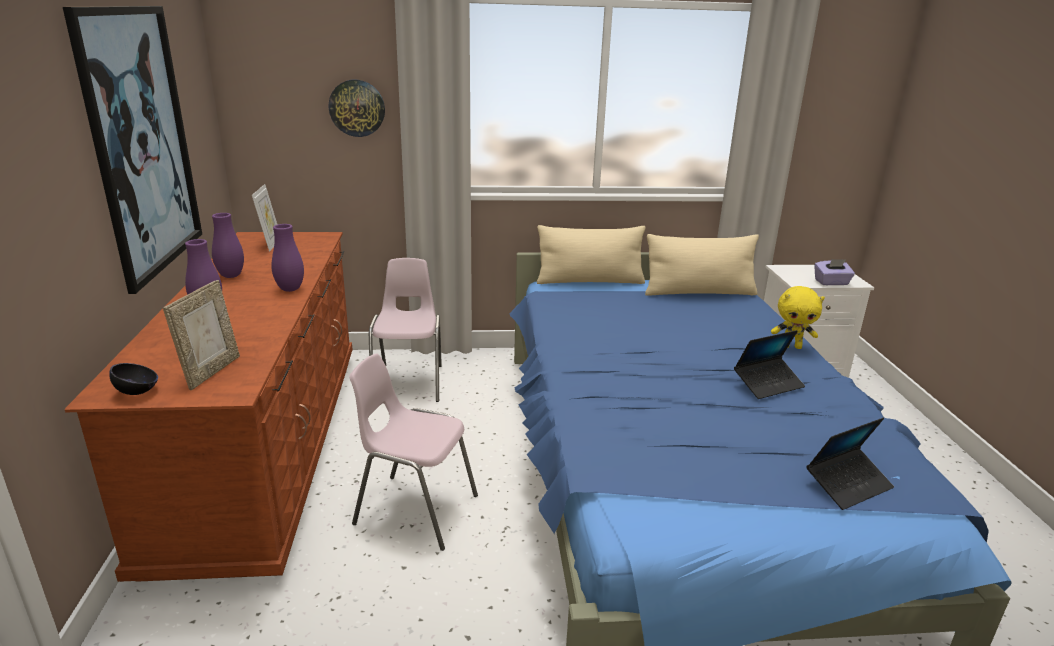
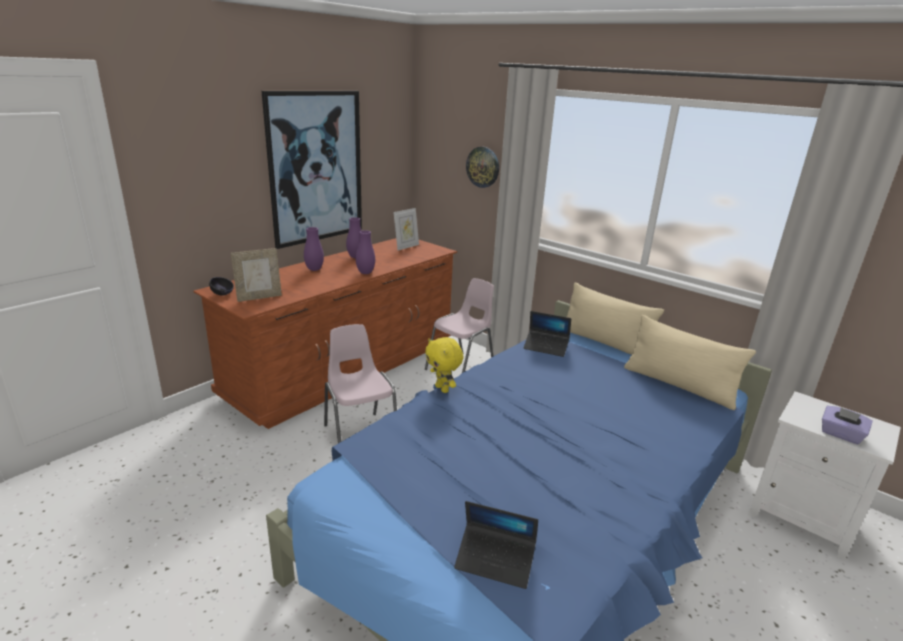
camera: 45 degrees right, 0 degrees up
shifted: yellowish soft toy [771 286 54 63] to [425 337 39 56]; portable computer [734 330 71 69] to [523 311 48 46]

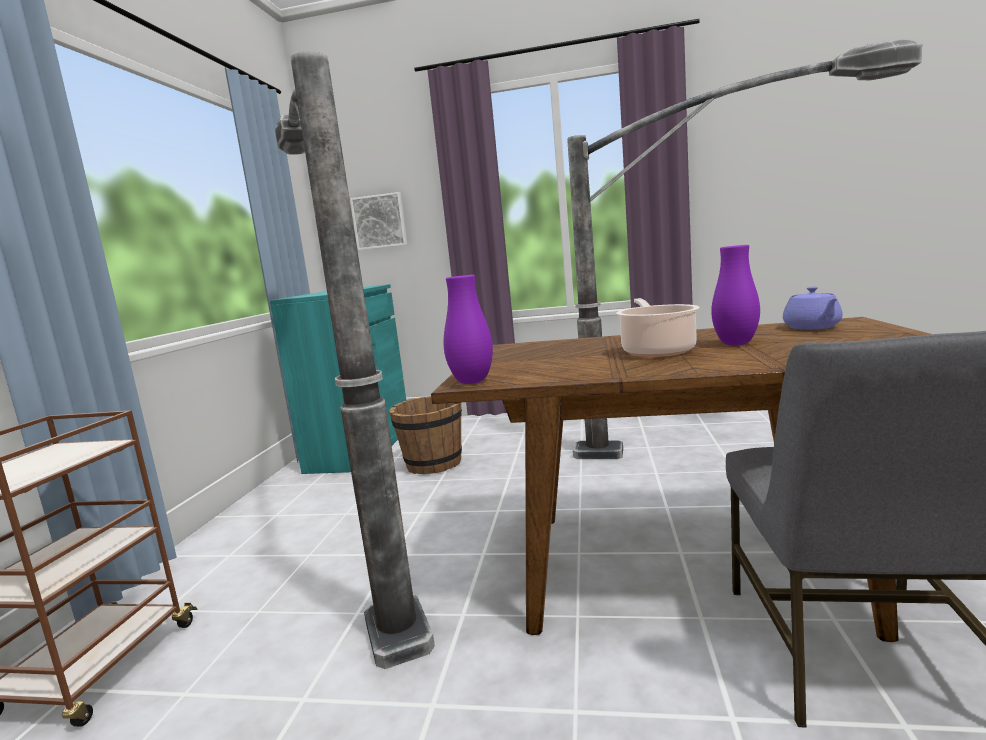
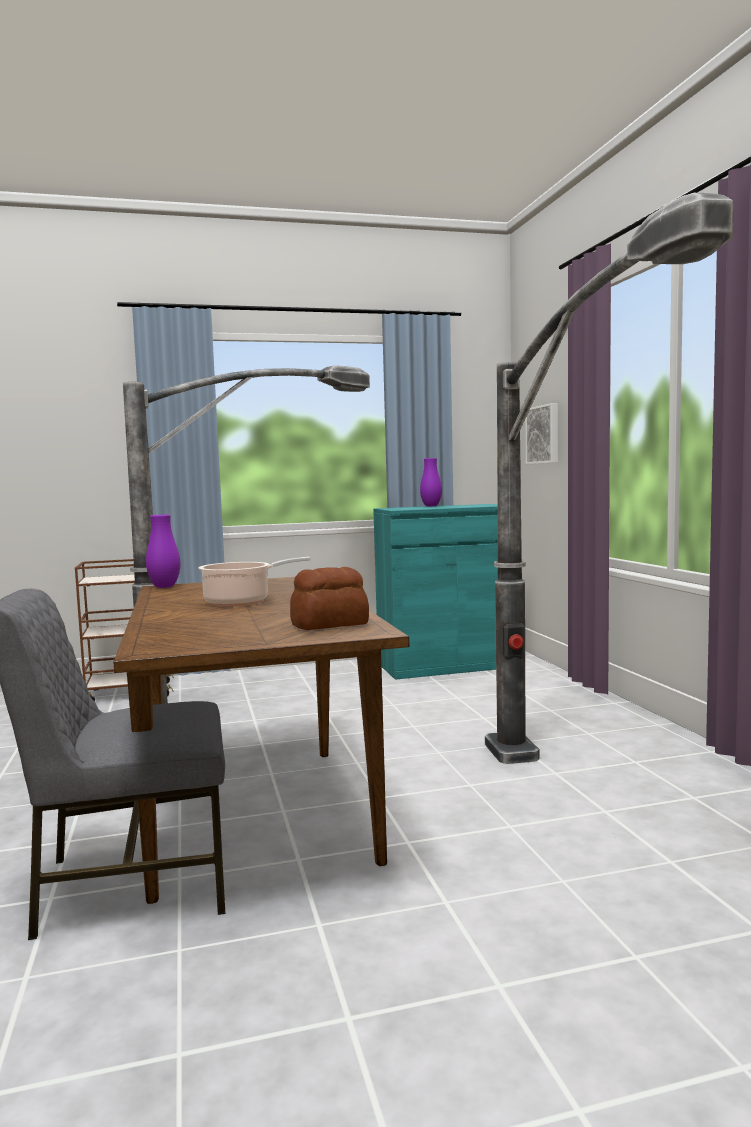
camera: 65 degrees right, 5 degrees down
gone: brown bucket [389 396 73 78]
shifted: purple-coloured decorative vase [711 245 49 100] to [420 458 22 48]
swapped: purple-coloured tea pot [783 287 60 43] to bakery bread [290 567 79 63]

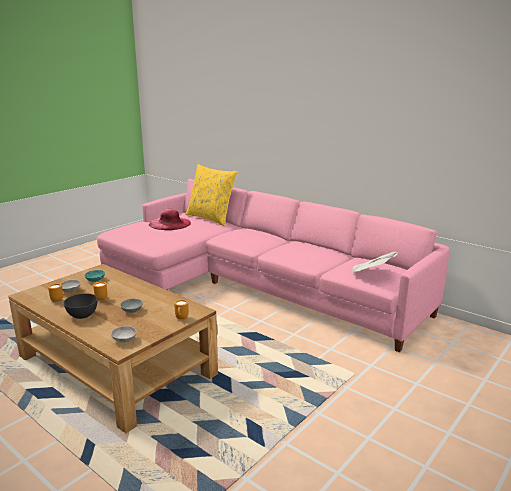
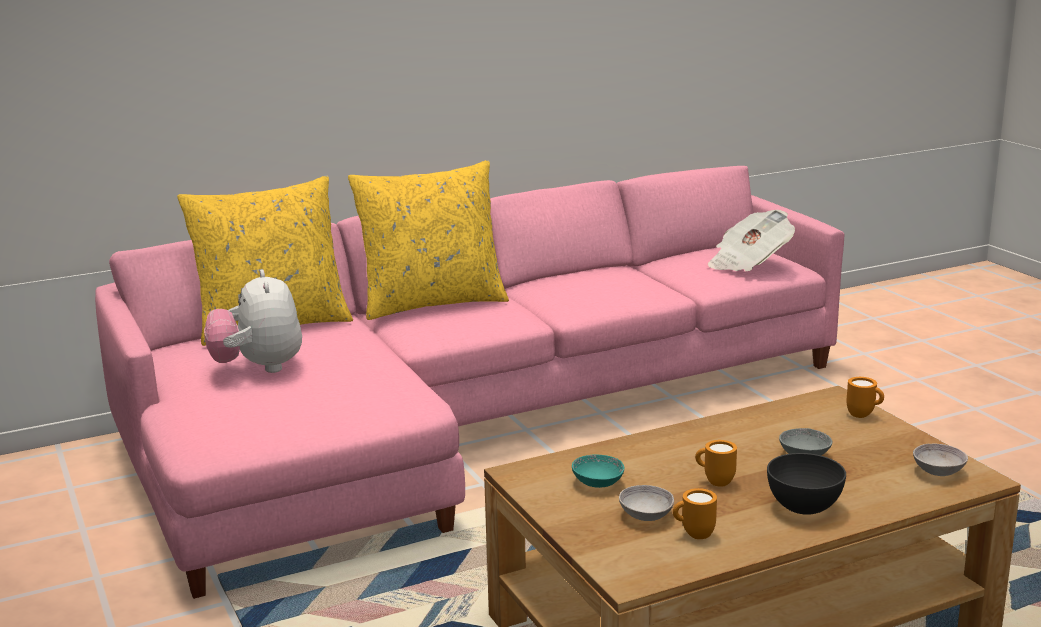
camera: 65 degrees left, 0 degrees up
new: yellowish cushion [348 160 161 160]
swapped: pink-coloured wearable hat [149 209 42 21] to soft toy [204 269 98 104]

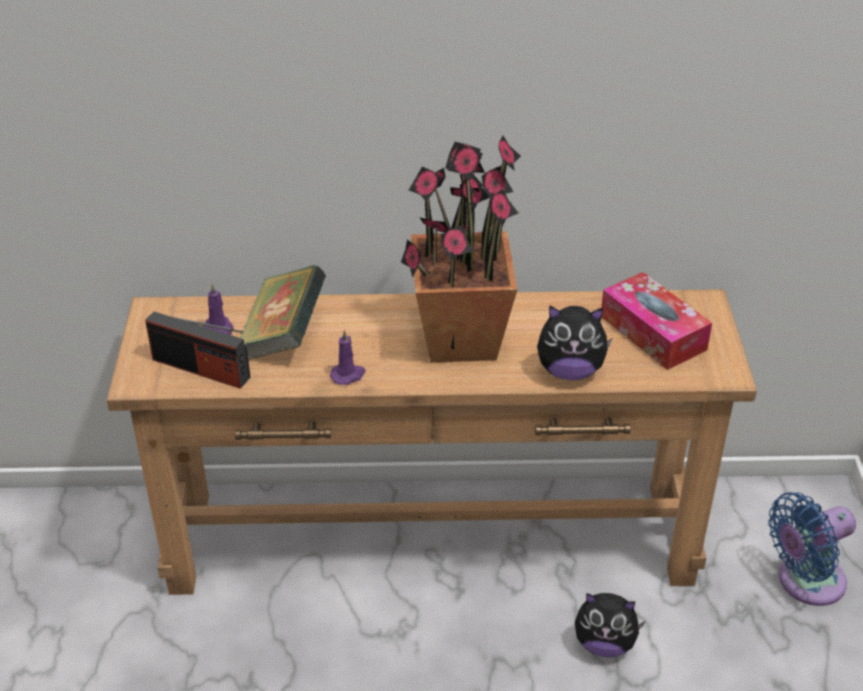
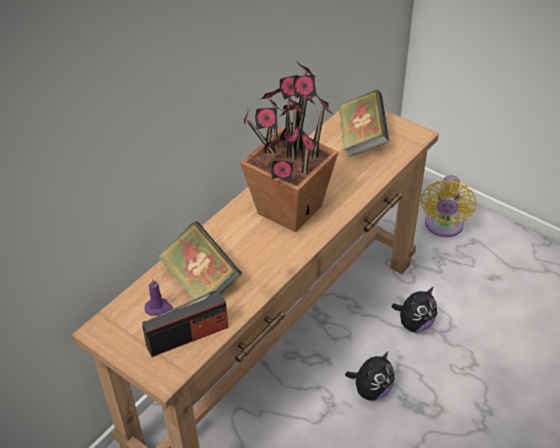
camera: 50 degrees left, 5 degrees up
gone: purple-coloured wax candle [330 329 36 56]
shifted: soft toy [537 305 75 75] to [345 351 49 50]
swapped: tissue box [601 272 111 98] to volume [339 90 50 67]
repainted: bluish electric fan [768 492 88 114] to yellowish electric fan [421 175 55 62]

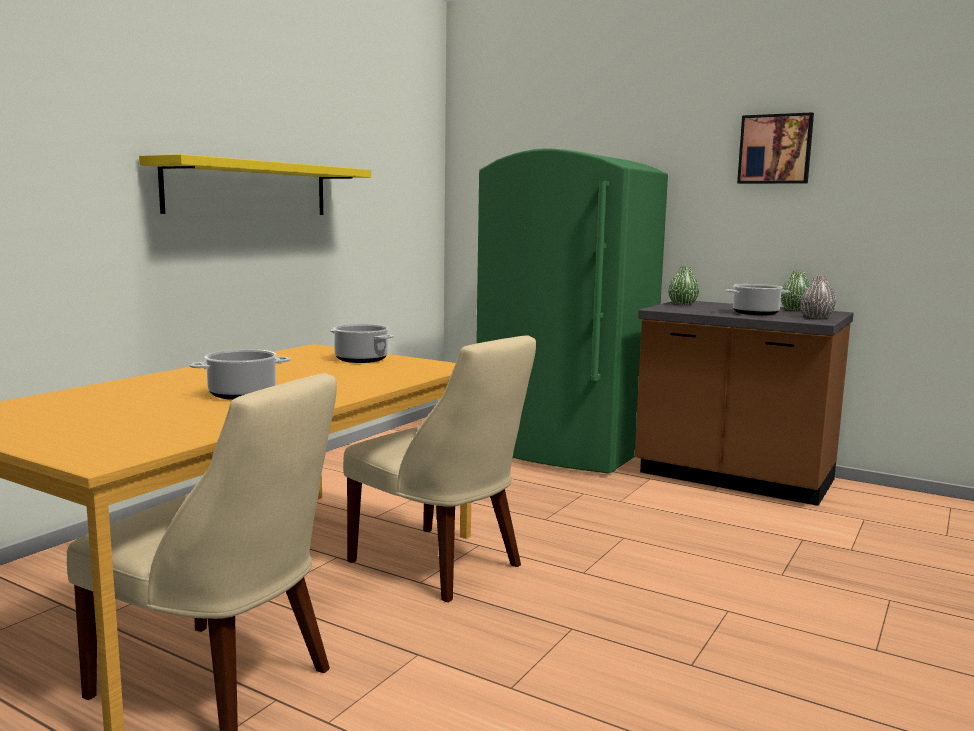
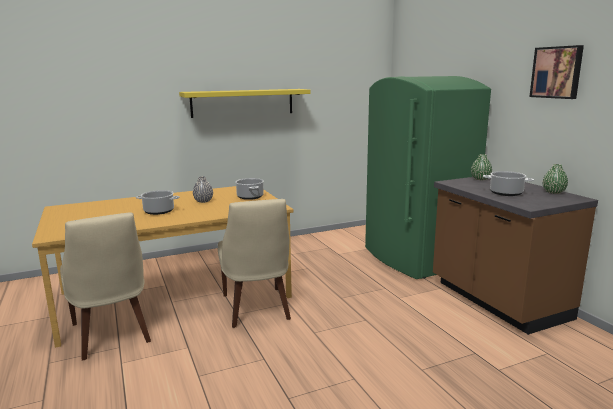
camera: 35 degrees right, 5 degrees up
shifted: grey decorative vase [800 275 36 44] to [193 176 20 27]

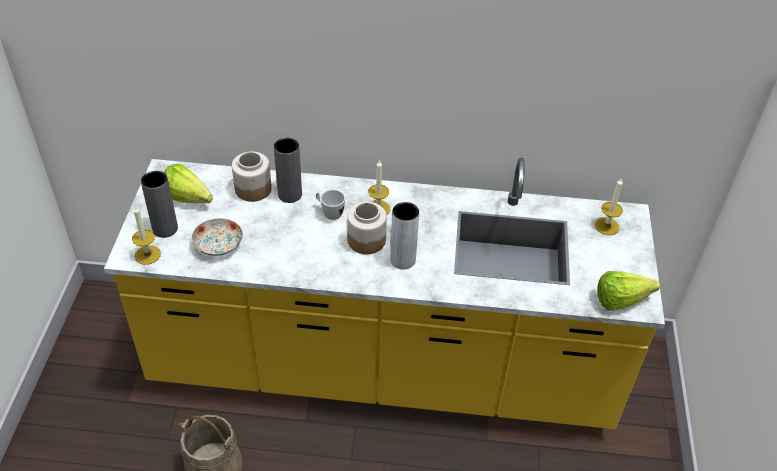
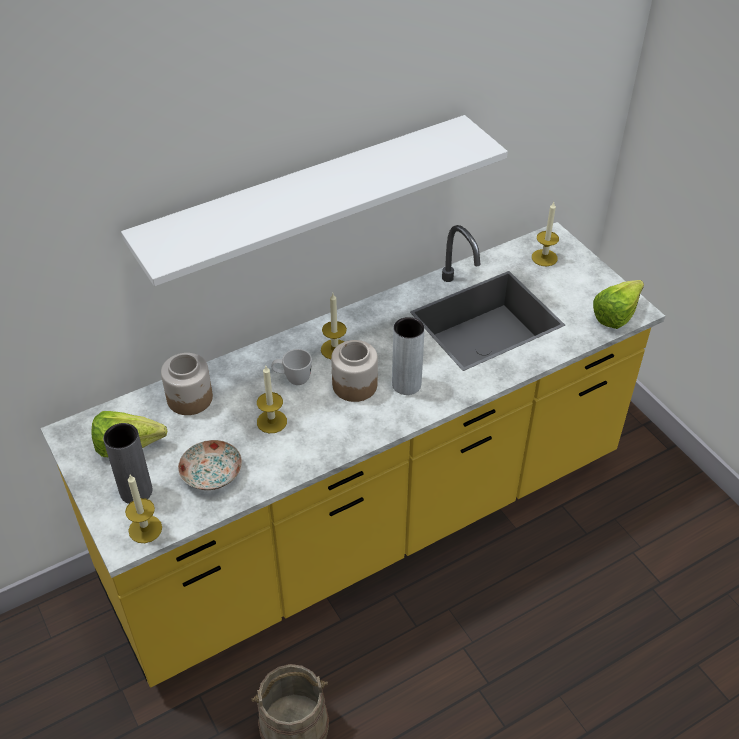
camera: 35 degrees left, 0 degrees up
gone: grey decorative vase [274 138 28 65]
new: white-coloured bracket shelf [121 115 387 171]; wax candle [257 366 30 67]

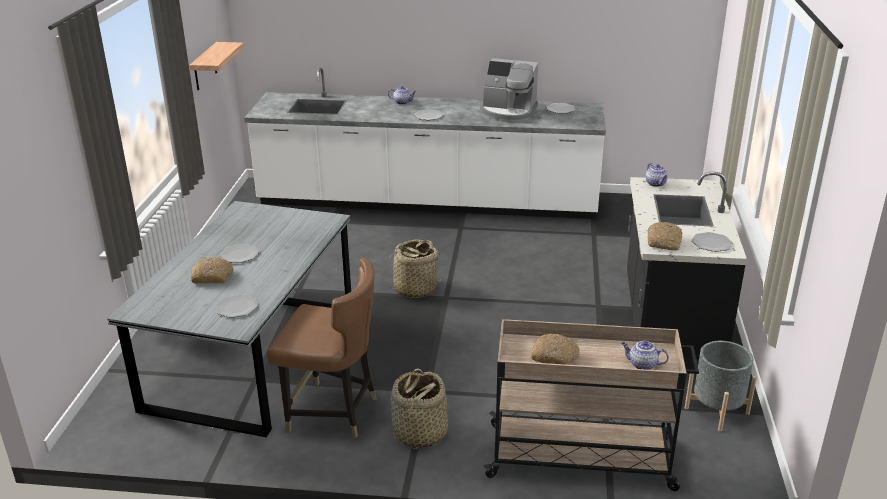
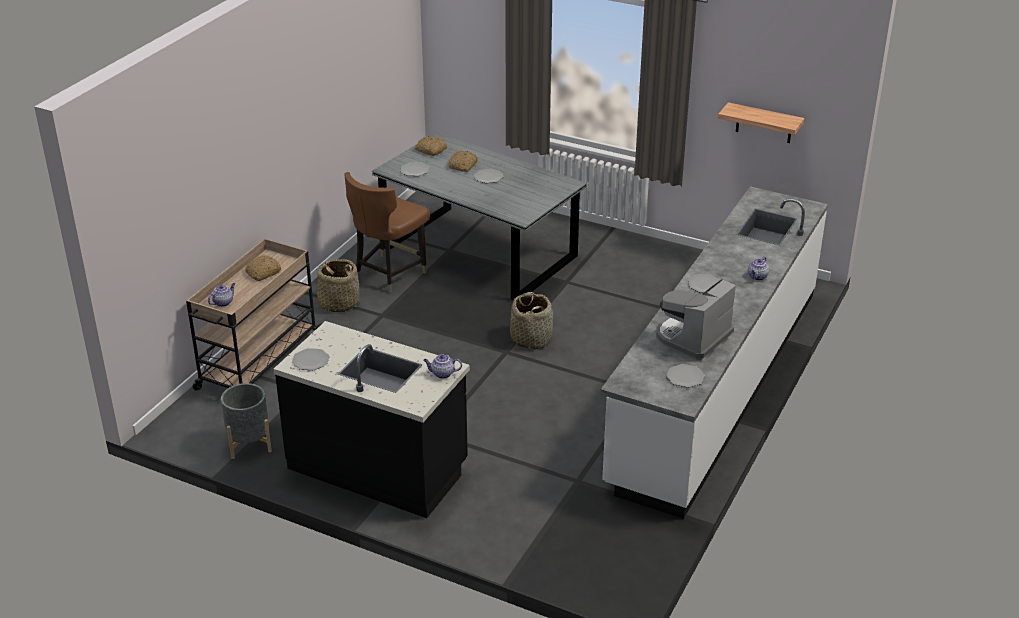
camera: 110 degrees right, 5 degrees up
shifted: bakery bread [648 222 34 28] to [415 136 32 20]

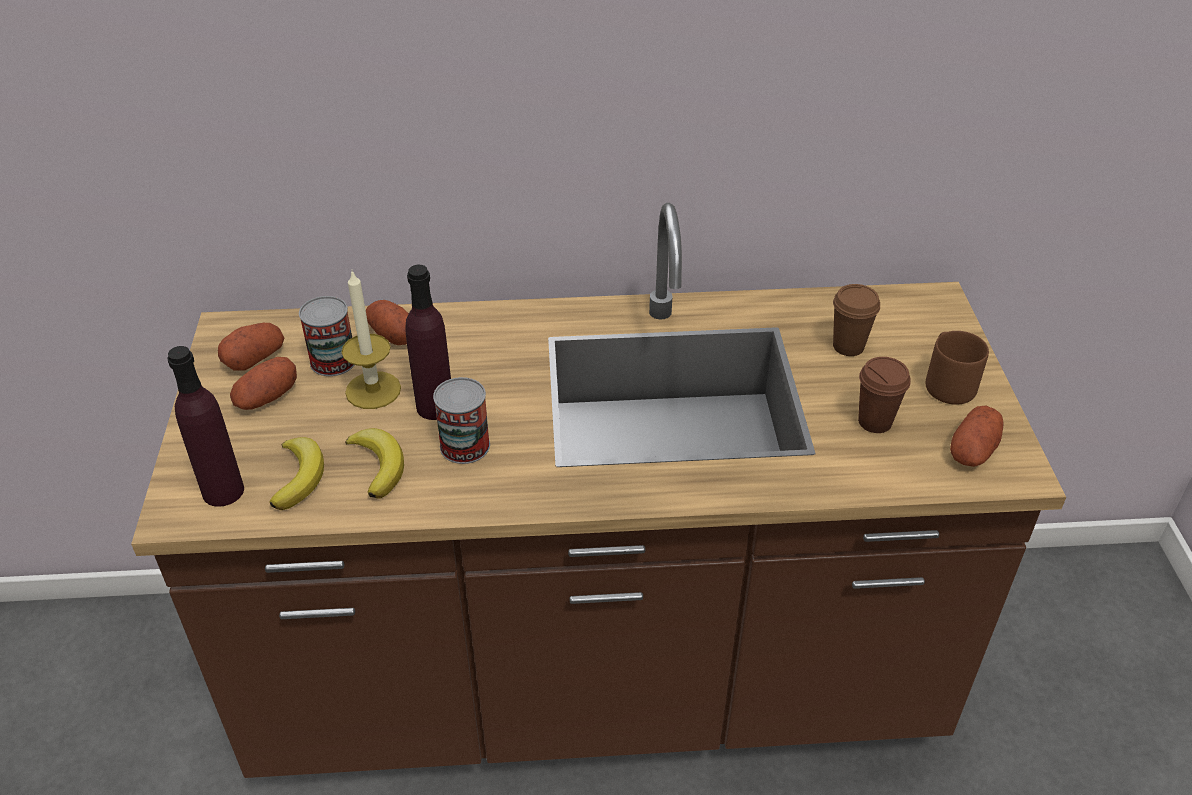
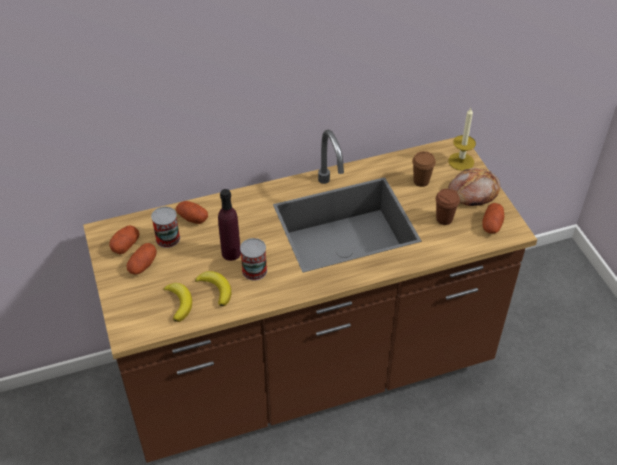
camera: 15 degrees left, 5 degrees up
gone: purple-coloured beverage bottle [168 346 76 161]
shifted: wax candle [341 271 60 138] to [448 108 28 63]
swapped: brown mug [925 331 64 74] to bakery bread [448 168 52 38]

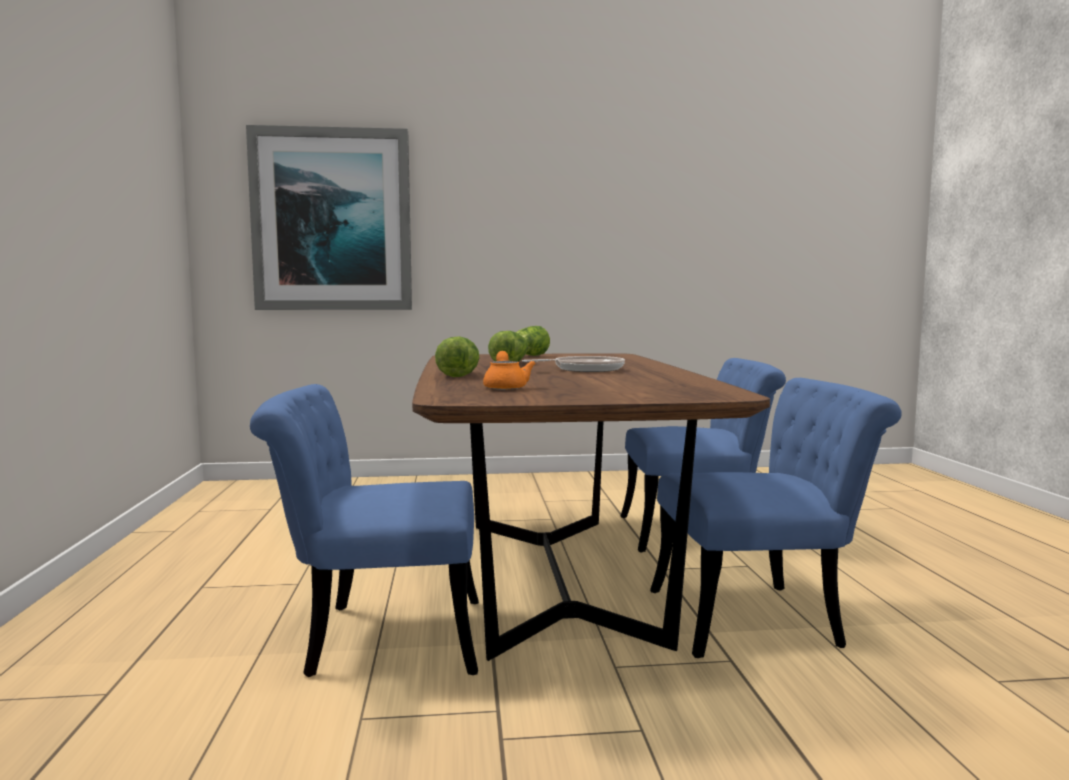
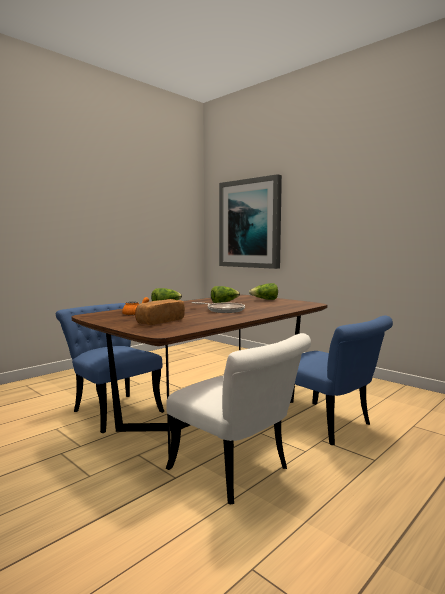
camera: 50 degrees right, 0 degrees up
new: bakery bread [135 299 50 26]
repainted: bluish upright chair [650 378 252 280] to white-coloured upright chair [166 333 145 171]

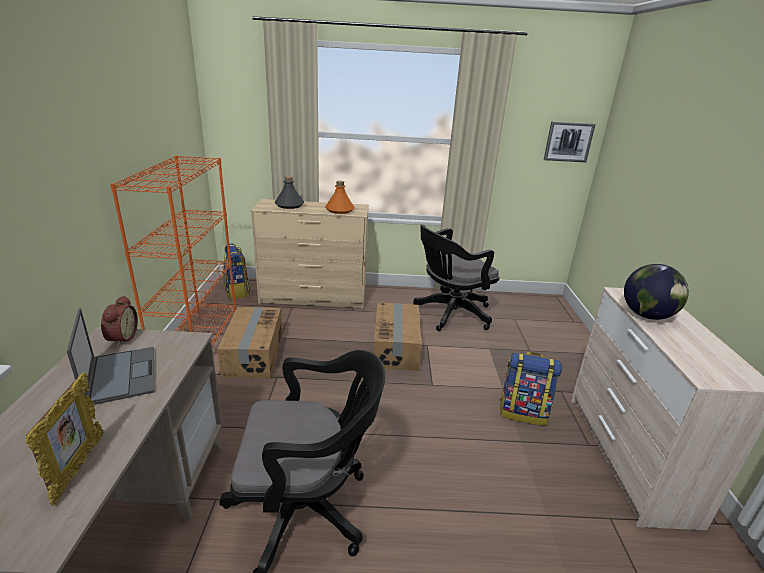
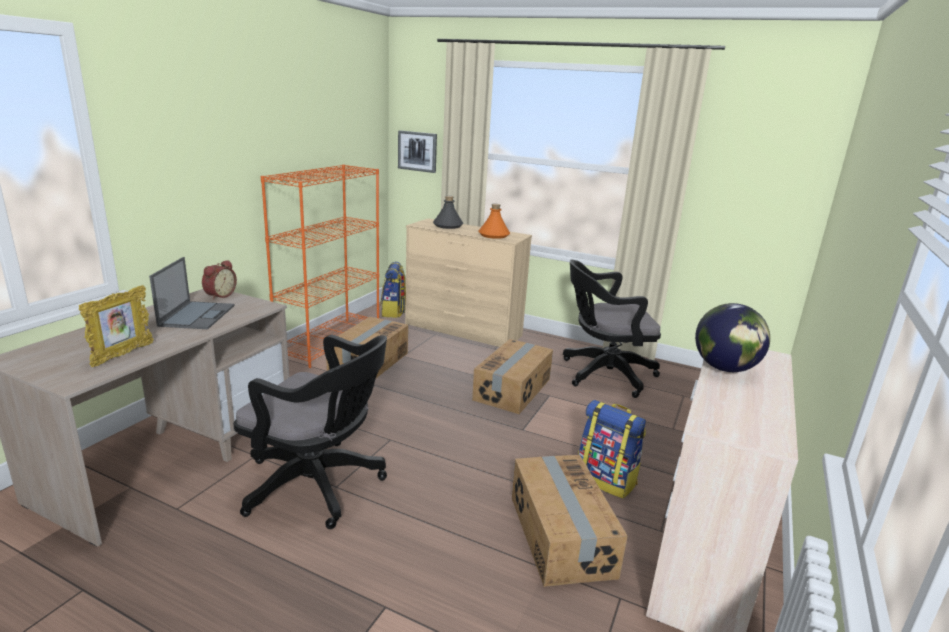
camera: 25 degrees right, 5 degrees down
new: cardboard box [512 455 116 132]
shifted: picture [544 121 52 41] to [398 130 39 43]

